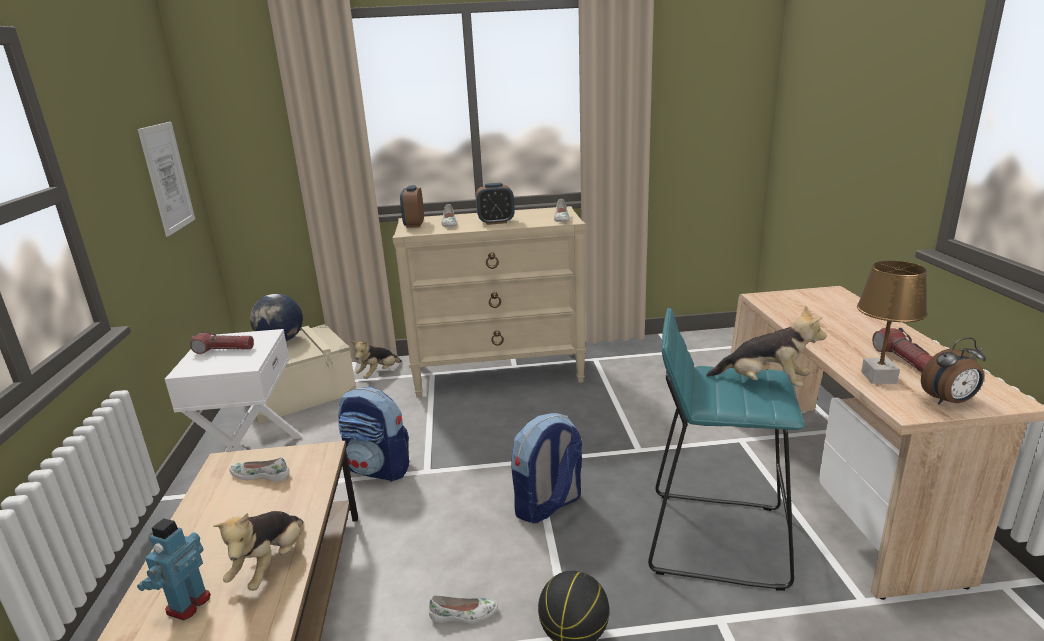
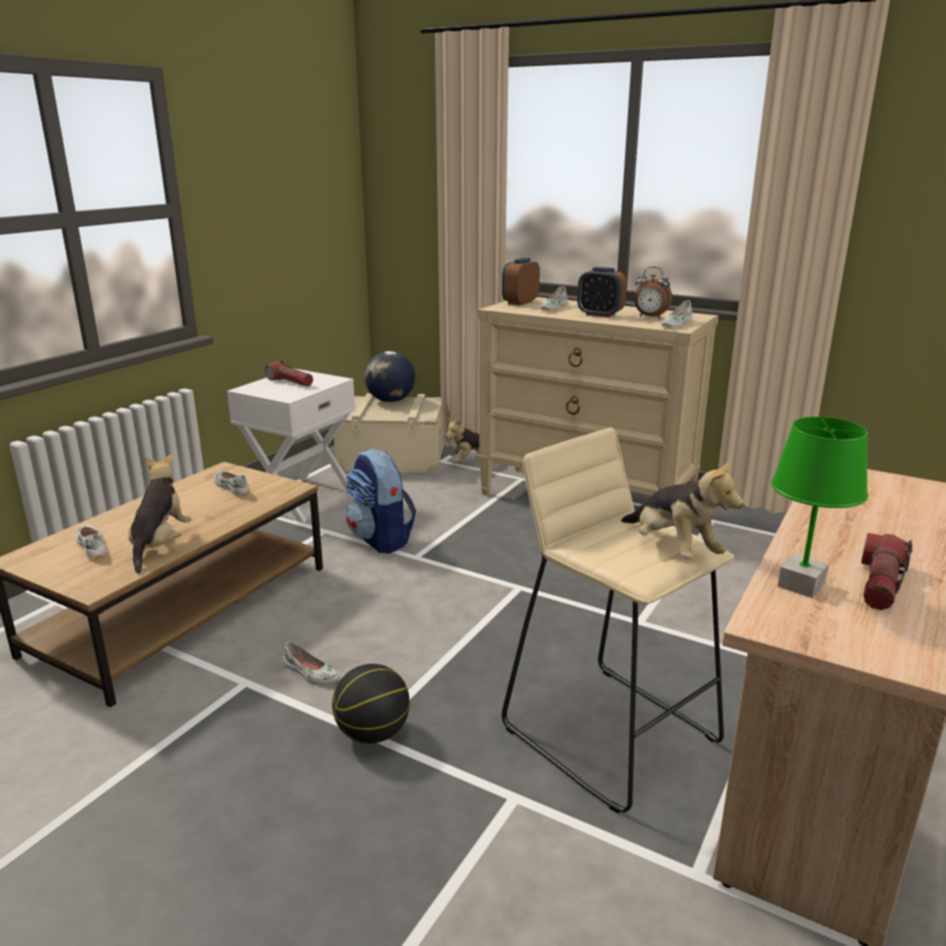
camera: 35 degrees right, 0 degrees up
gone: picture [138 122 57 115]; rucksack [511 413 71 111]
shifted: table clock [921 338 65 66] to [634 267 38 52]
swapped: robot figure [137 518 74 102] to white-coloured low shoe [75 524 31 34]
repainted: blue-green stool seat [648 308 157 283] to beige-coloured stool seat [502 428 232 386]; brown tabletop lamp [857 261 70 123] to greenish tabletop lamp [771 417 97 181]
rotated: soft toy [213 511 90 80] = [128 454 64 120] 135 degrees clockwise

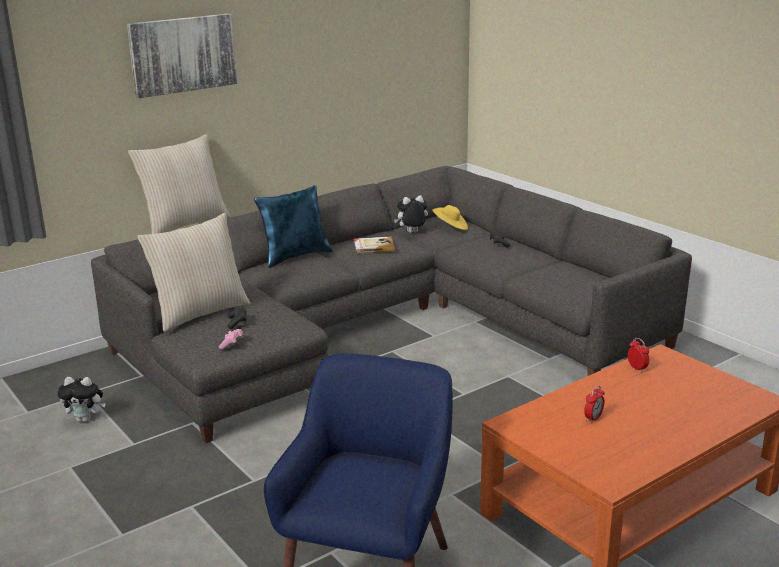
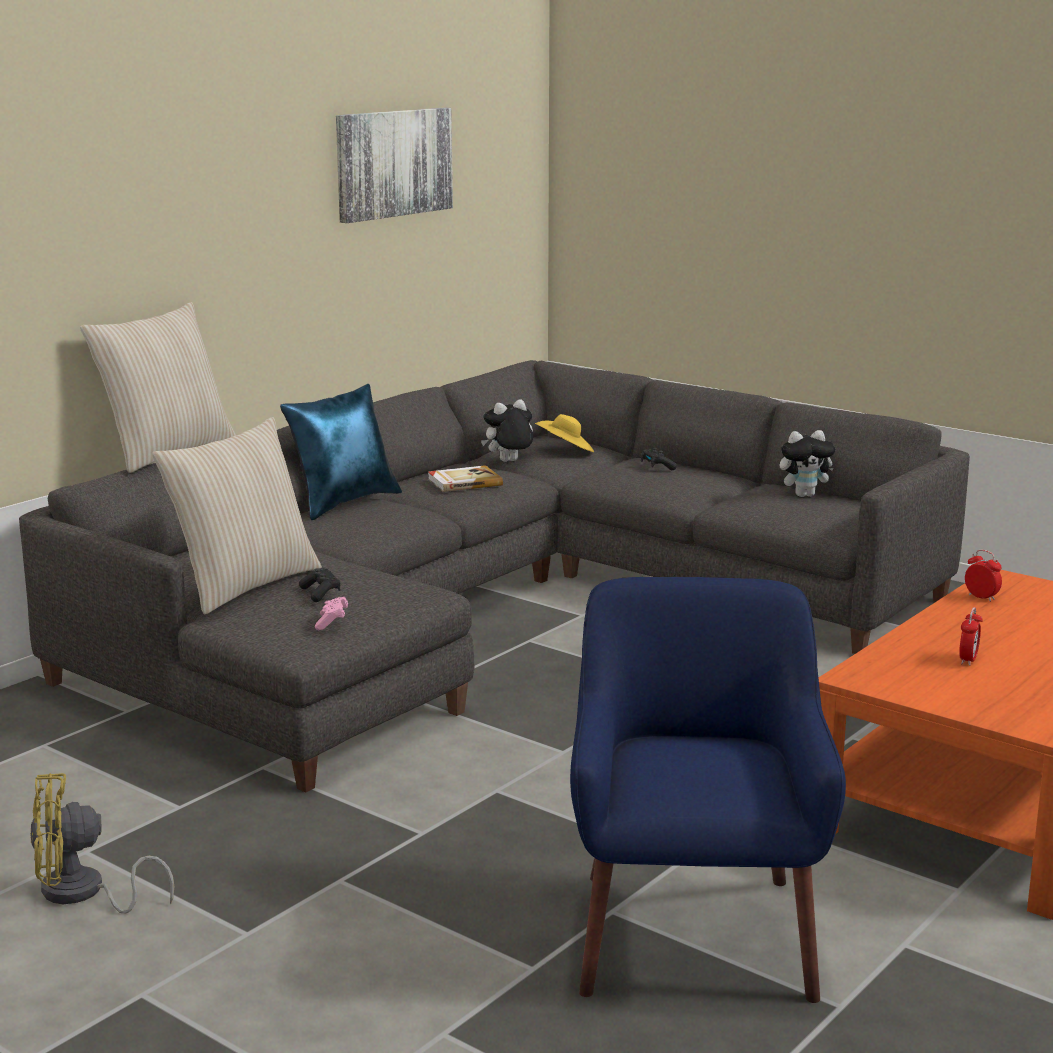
camera: 15 degrees left, 5 degrees down
new: yellowish electric fan [30 773 144 140]
shifted: picture [127 14 110 84] to [336 108 117 115]; soft toy [57 377 49 45] to [780 430 56 67]

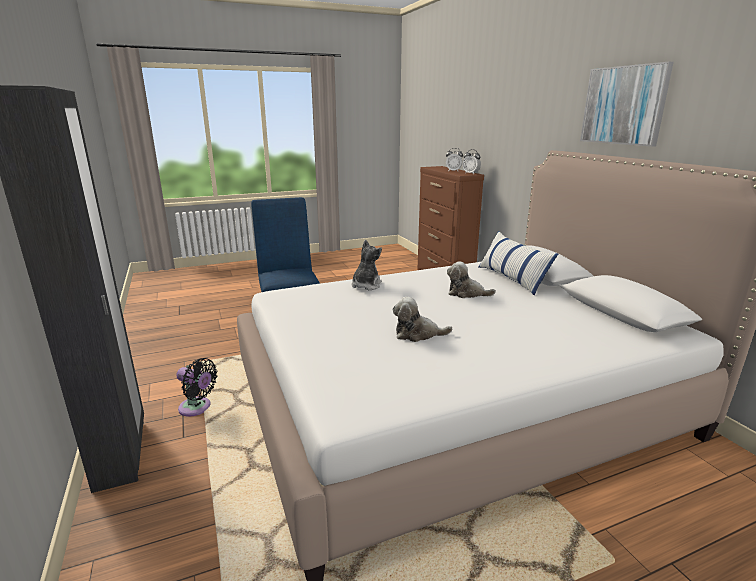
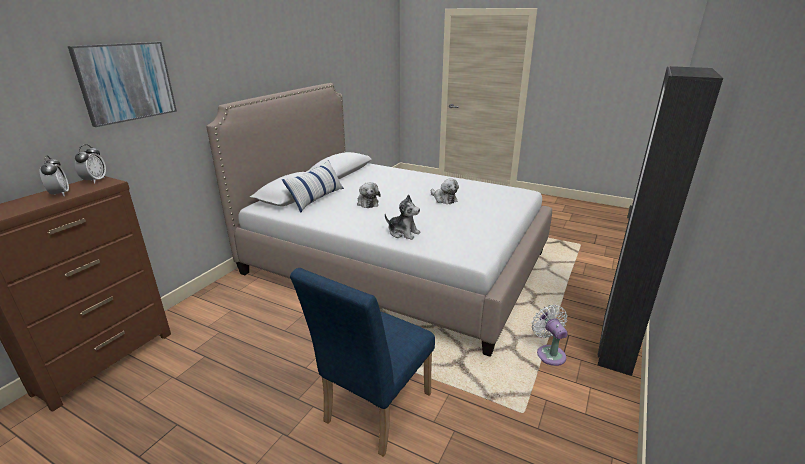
camera: 130 degrees left, 5 degrees up
shifted: picture [580 62 94 85] to [68 42 109 85]
repainted: blackish electric fan [176 358 42 59] to white-coloured electric fan [532 305 36 61]
rotated: soft toy [351 240 31 50] = [385 194 36 46] 135 degrees counterclockwise

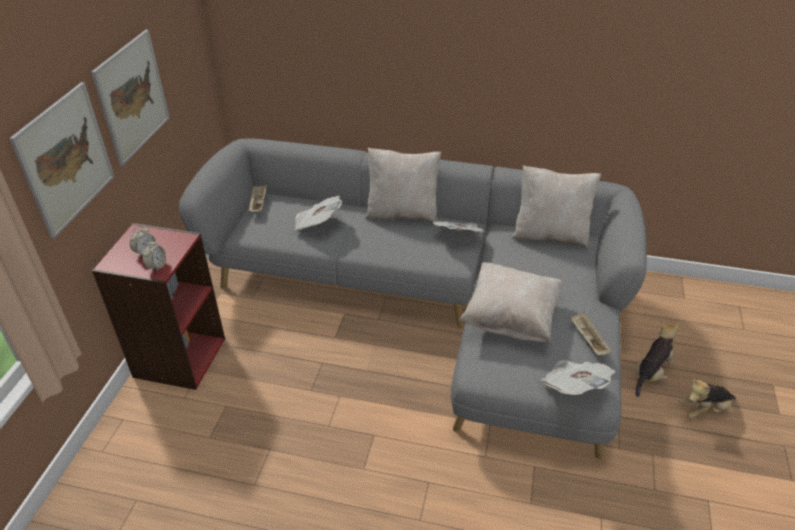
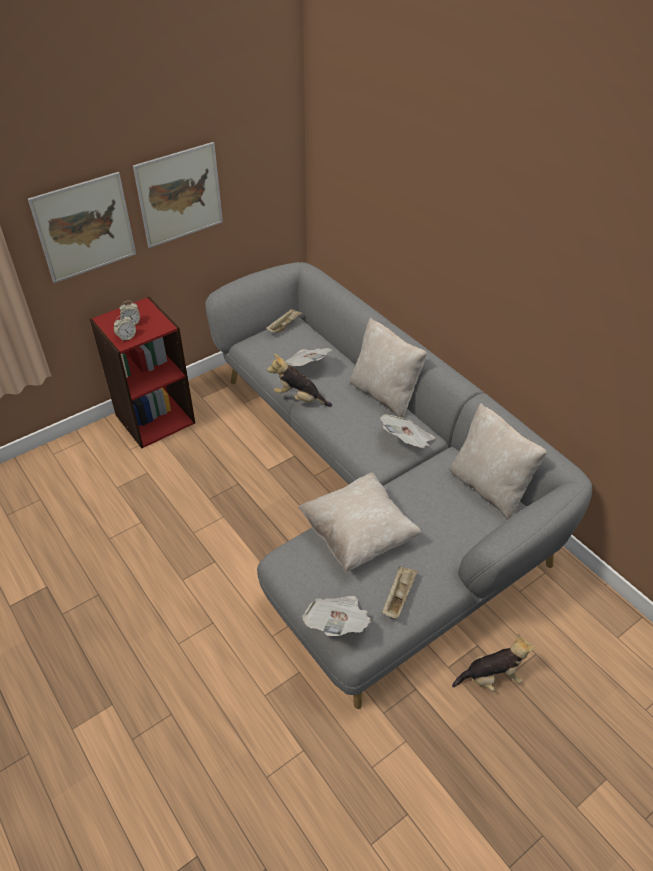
camera: 40 degrees right, 5 degrees up
shifted: soft toy [679 379 57 39] to [267 354 65 53]

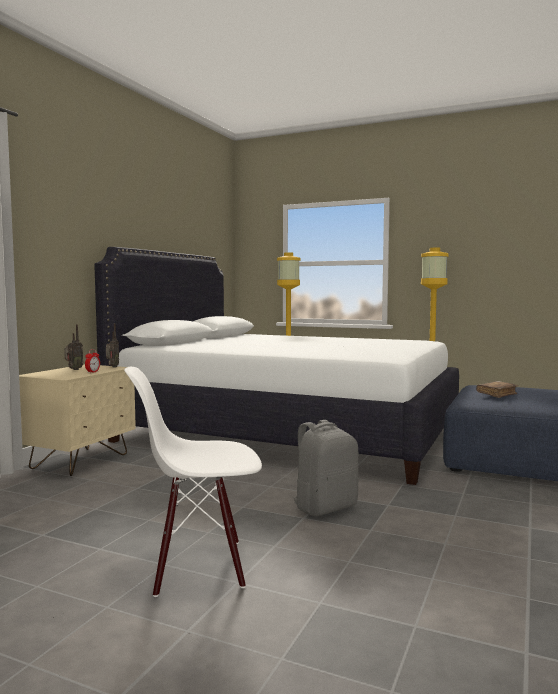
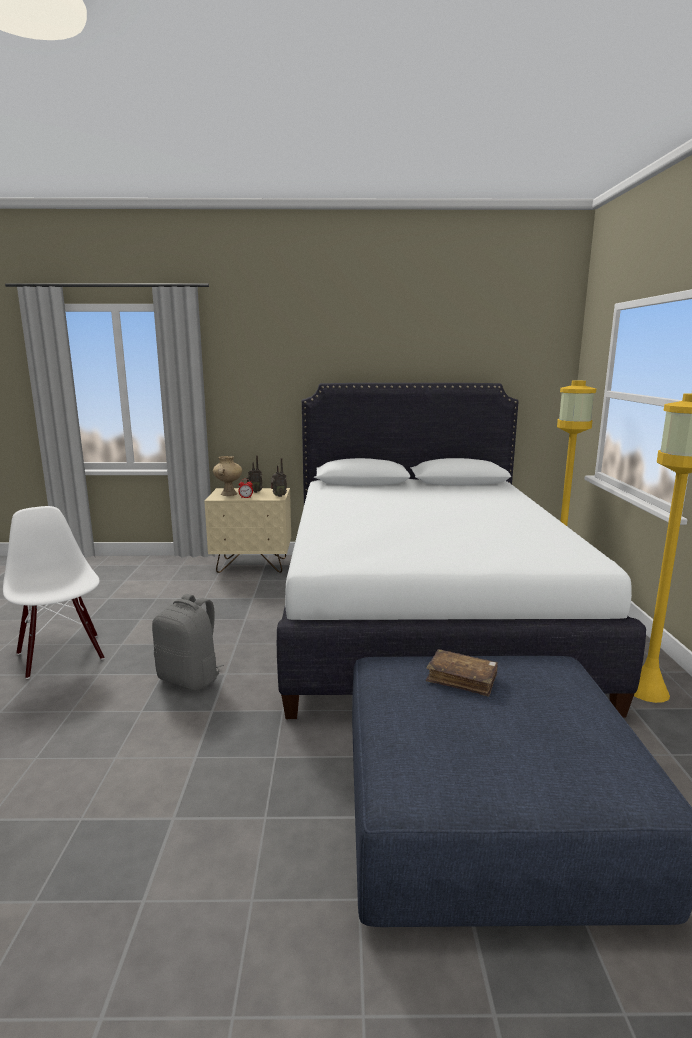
camera: 65 degrees right, 10 degrees up
new: beige-coloured decorative vase [213 456 29 40]

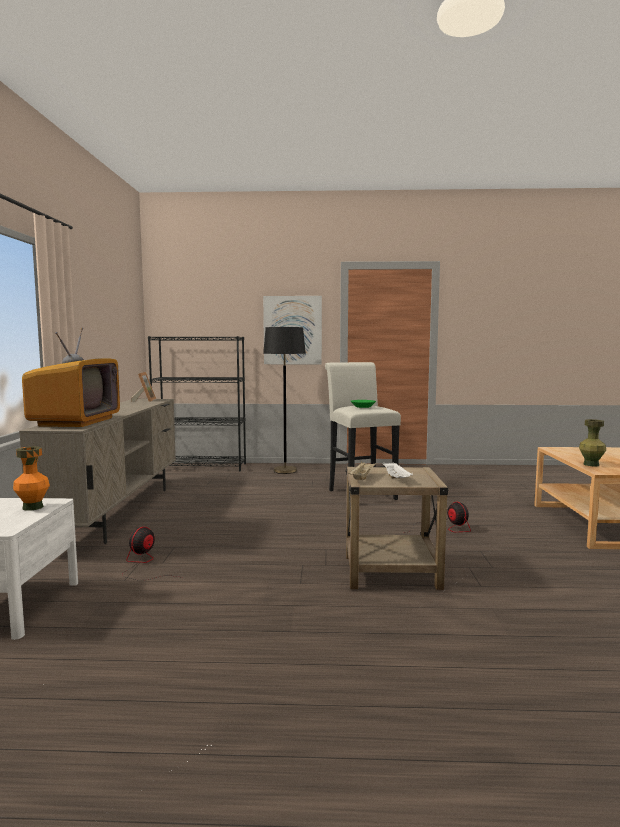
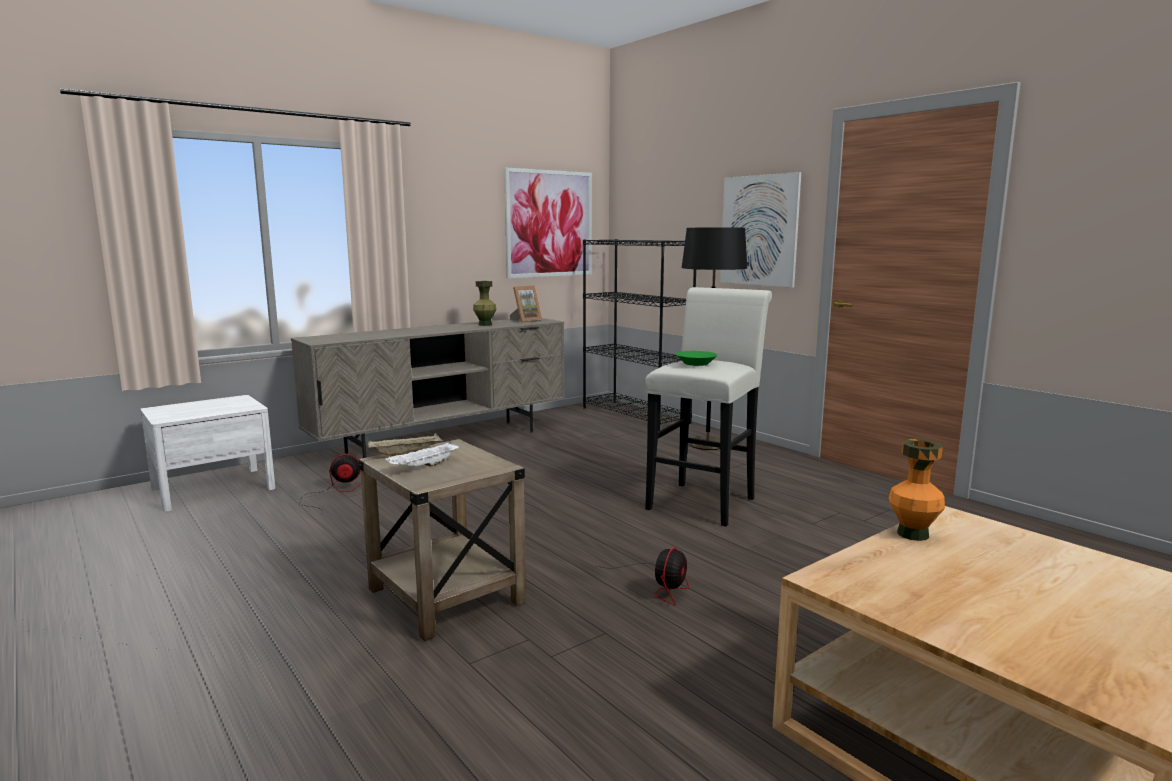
camera: 50 degrees right, 5 degrees up
gone: TV set [22 328 98 99]
new: picture [504 168 88 110]
shifted: greenish decorative vase [579 419 27 47] to [473 281 23 45]; orange decorative vase [13 447 37 64] to [889 439 56 102]

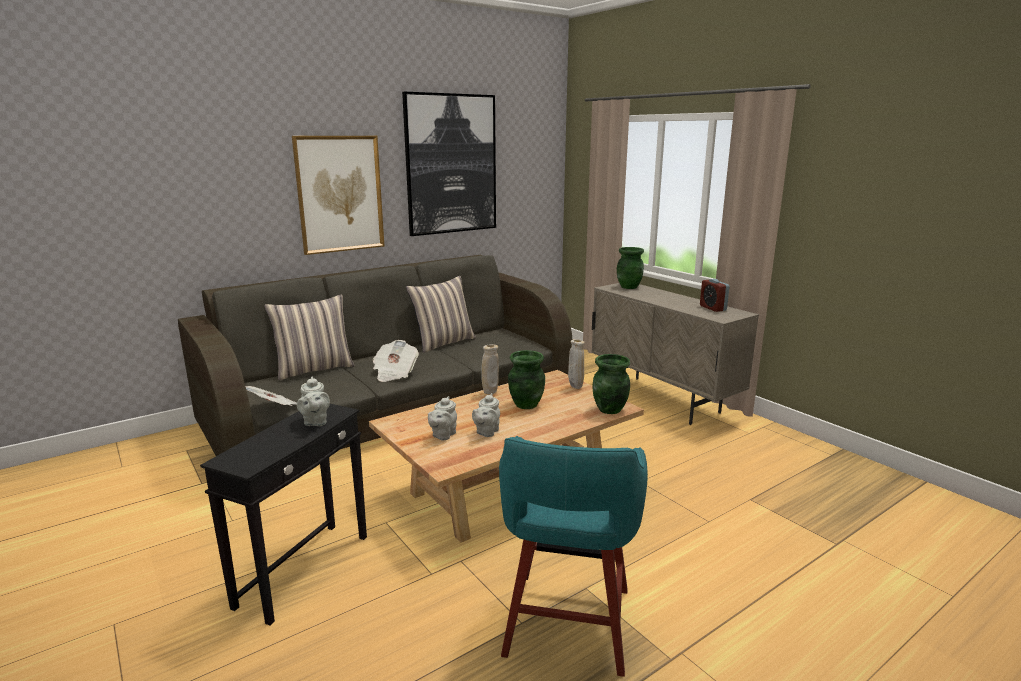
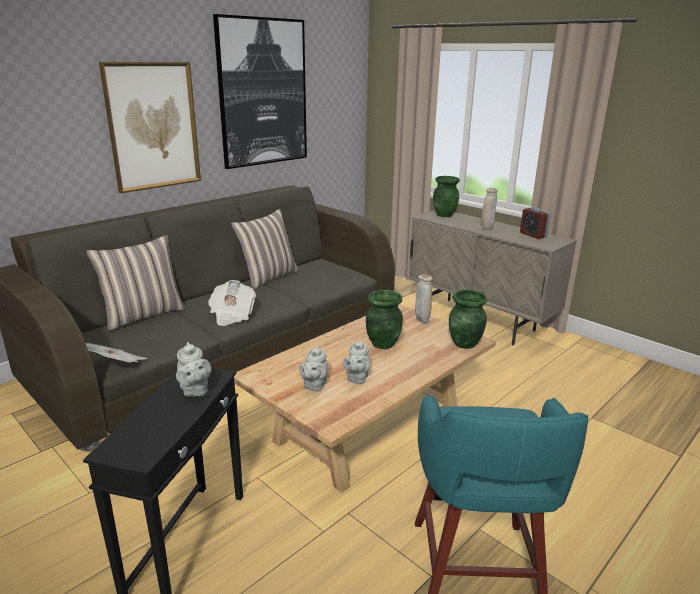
camera: 10 degrees left, 5 degrees up
shifted: beige-coloured decorative vase [481 344 18 51] to [482 188 16 41]

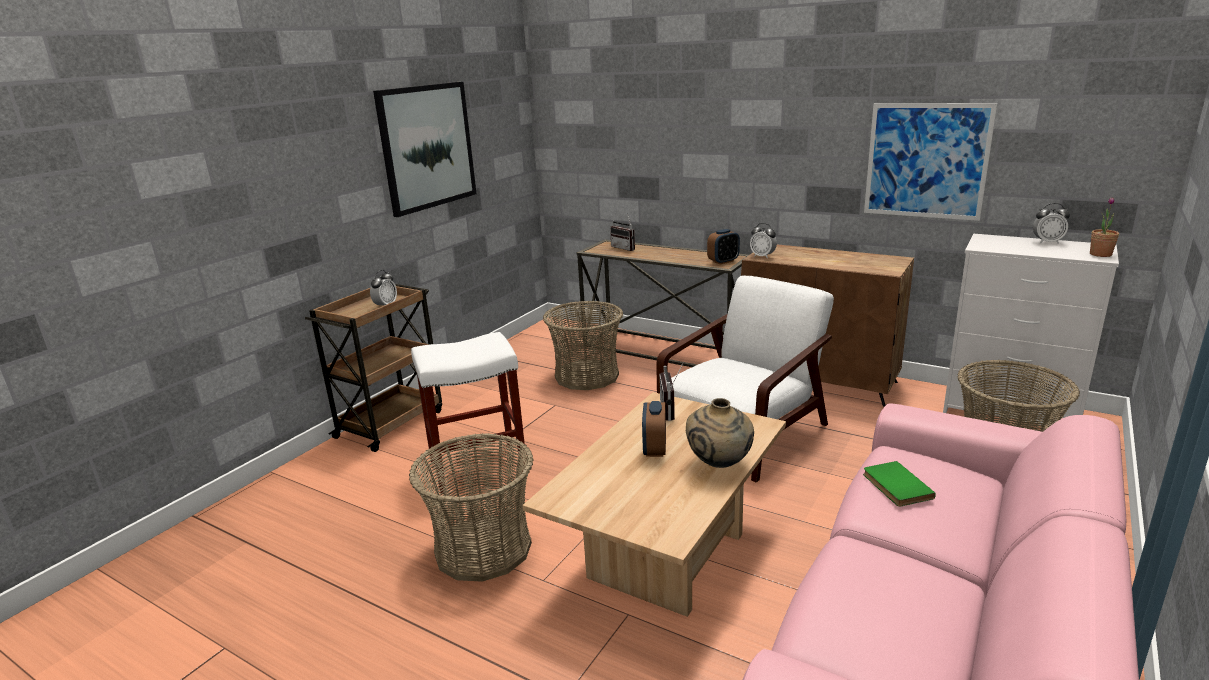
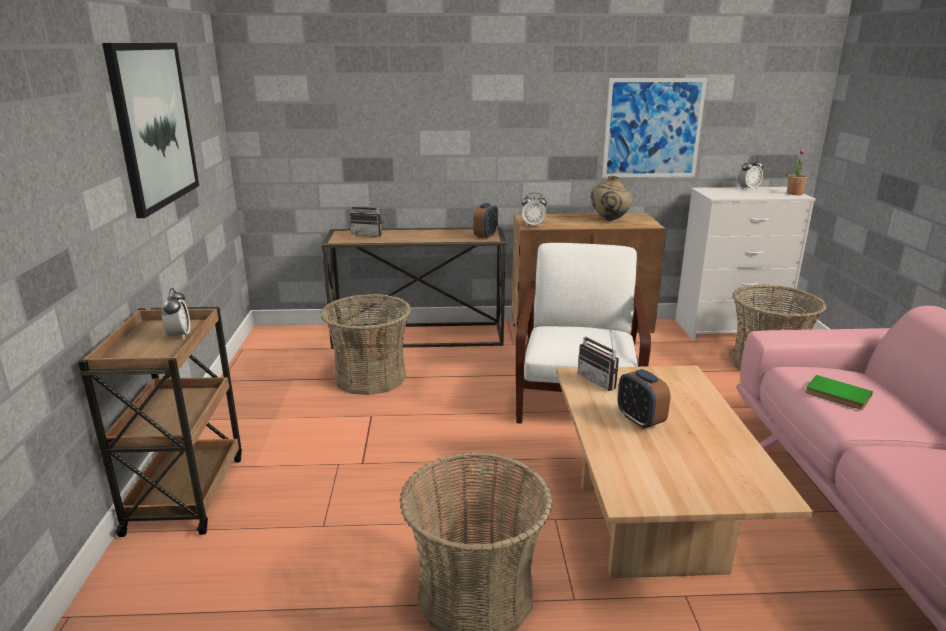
camera: 35 degrees left, 0 degrees up
gone: white-coloured stool seat [411 332 115 162]
shifted: beige-coloured decorative vase [686 398 68 70] to [591 176 42 45]

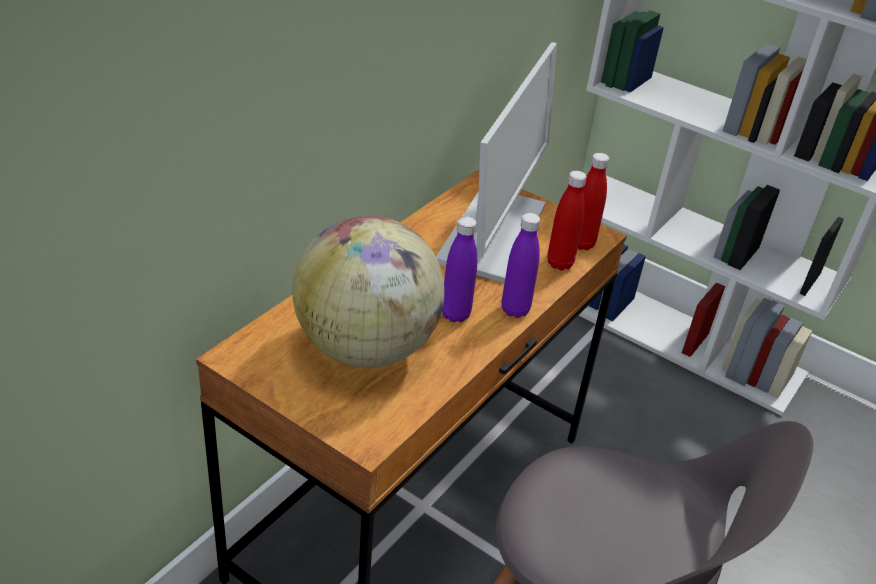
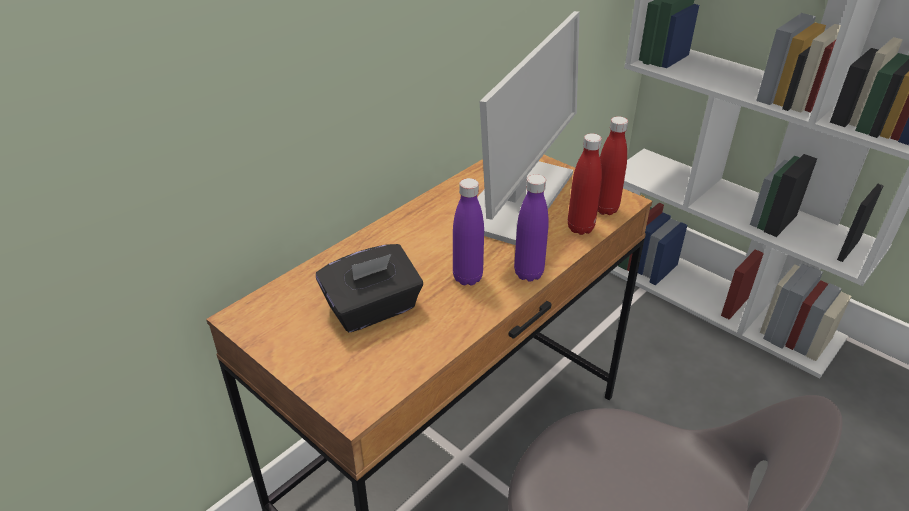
camera: 10 degrees right, 0 degrees up
swapped: world globe [292 216 153 151] to blackish tissue box [316 244 107 89]

